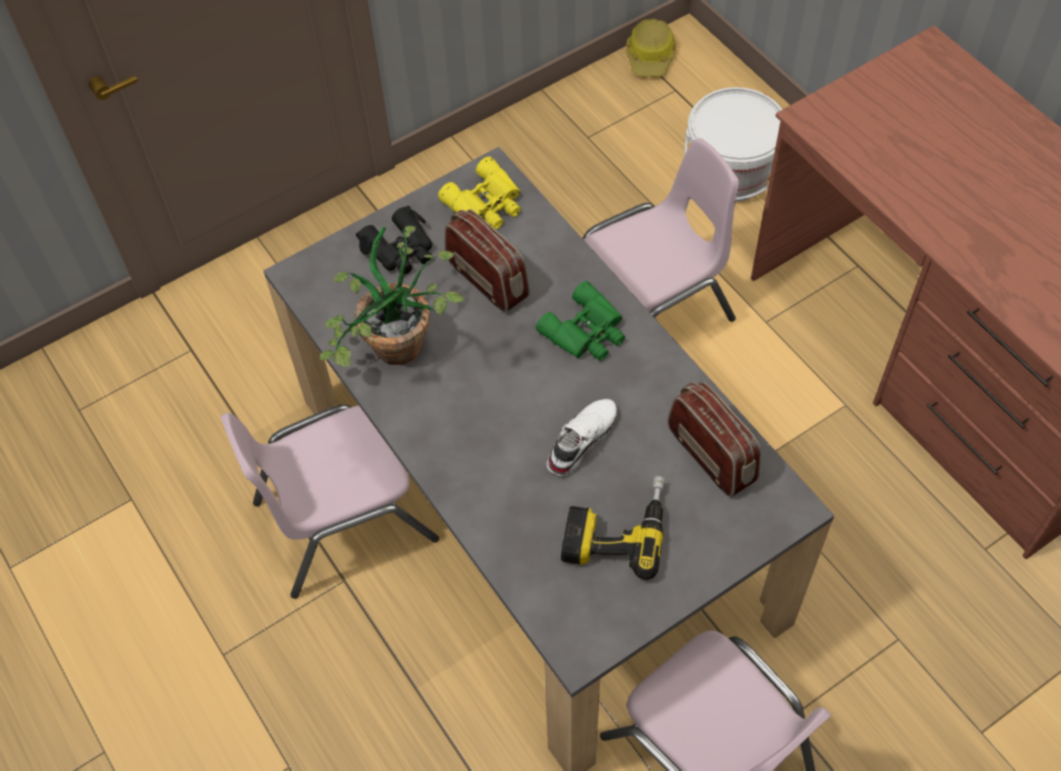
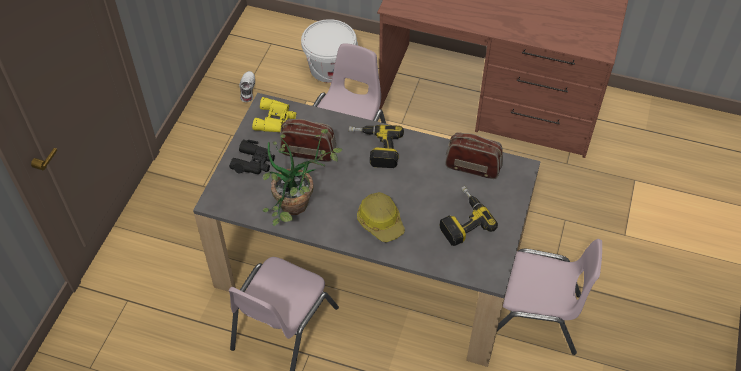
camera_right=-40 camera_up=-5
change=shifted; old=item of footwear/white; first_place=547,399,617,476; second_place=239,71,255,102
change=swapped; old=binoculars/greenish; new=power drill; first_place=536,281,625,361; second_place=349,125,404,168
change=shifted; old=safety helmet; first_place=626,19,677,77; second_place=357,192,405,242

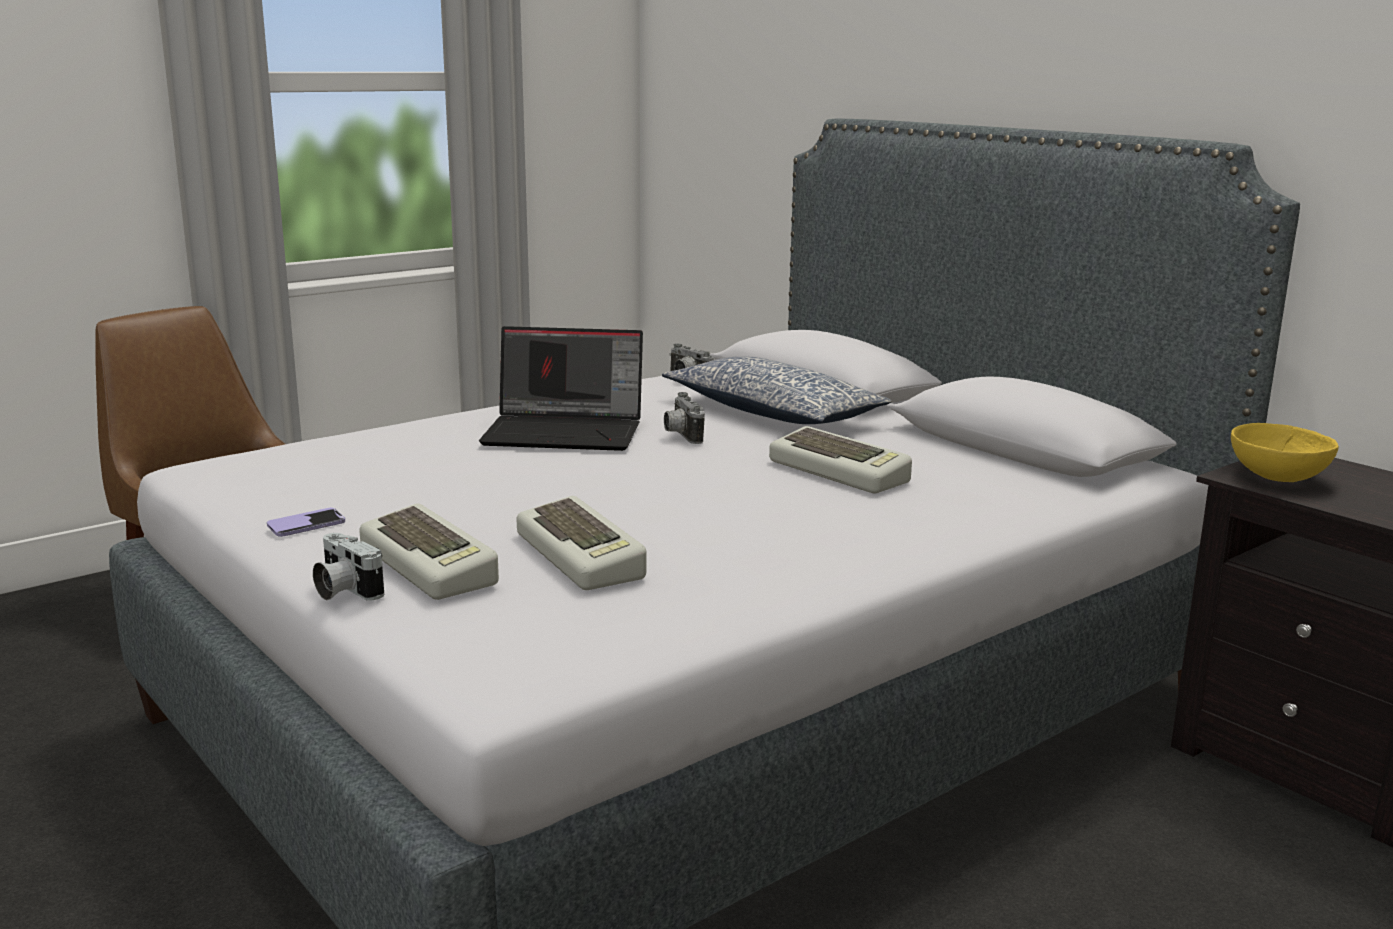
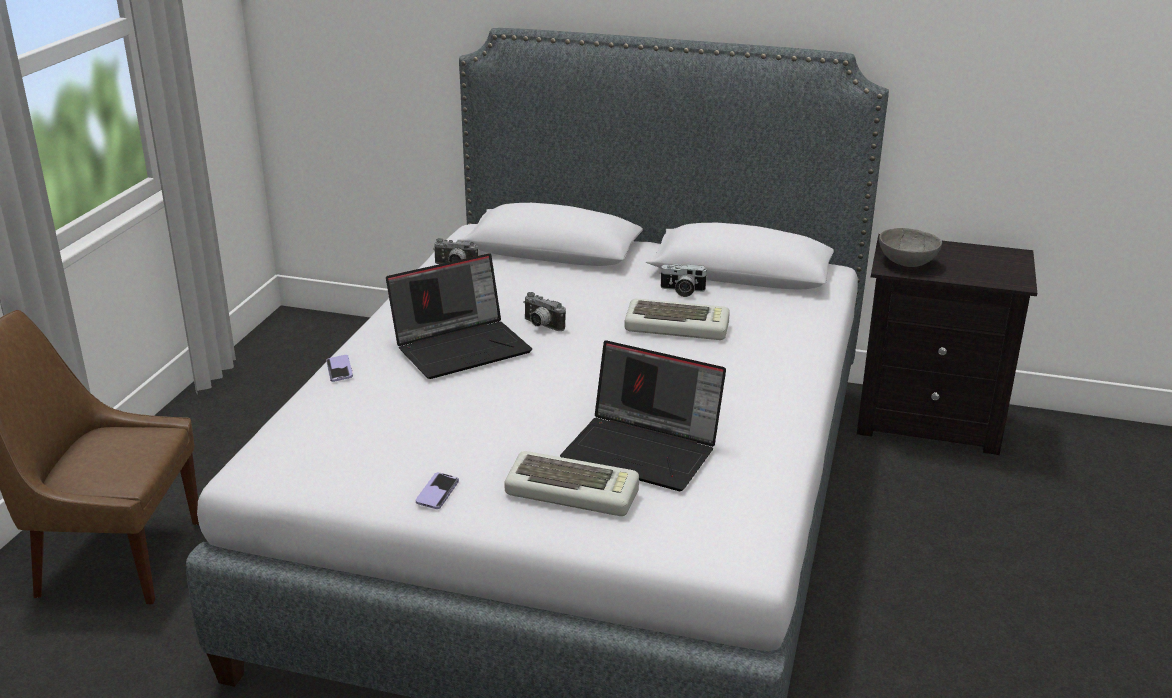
camera_right=-35 camera_up=10
change=new; new=handset; second_place=326,355,353,382
change=swapped; old=PC keyboard; new=notebook computer; first_place=516,496,646,590; second_place=560,340,726,491
change=shifted; old=still camera; first_place=313,533,384,601; second_place=659,264,707,297
change=repainted; old=bowl/yellow; new=bowl/greyish; first_place=1231,423,1339,482; second_place=879,228,942,267
change=gone; old=pillow; first_place=662,356,892,424

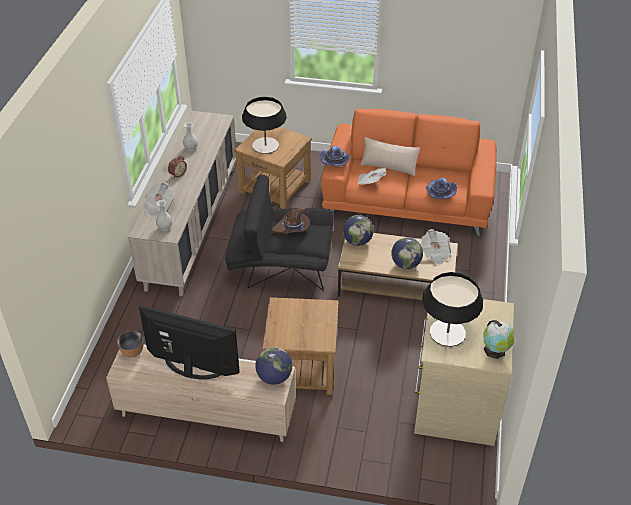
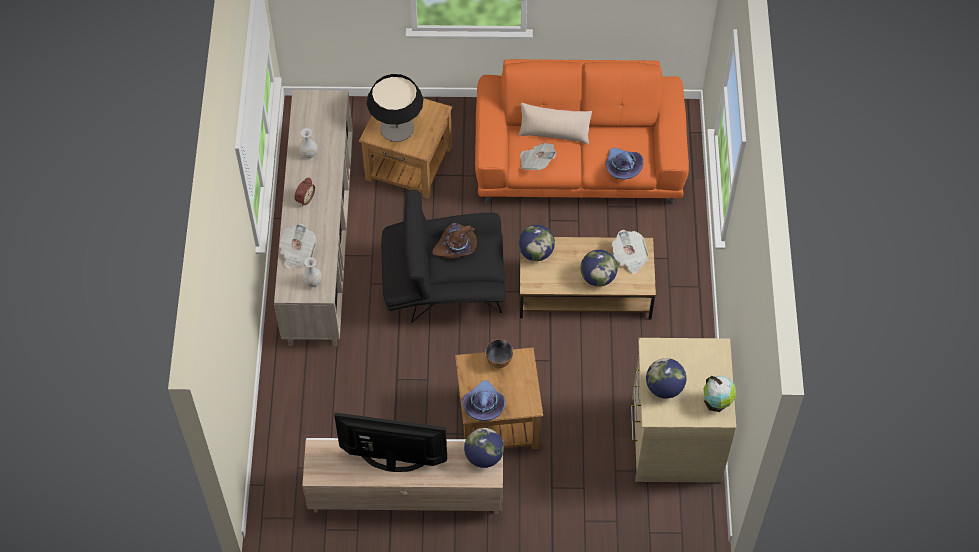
camera_right=-10 camera_up=15
change=shifted; old=hat/purplish; first_place=319,145,351,166; second_place=462,380,506,421
change=shifted; old=bowl; first_place=117,331,144,357; second_place=485,340,513,368
change=swapped; old=tabletop lamp; new=desk globe; first_place=422,272,483,347; second_place=646,358,686,399

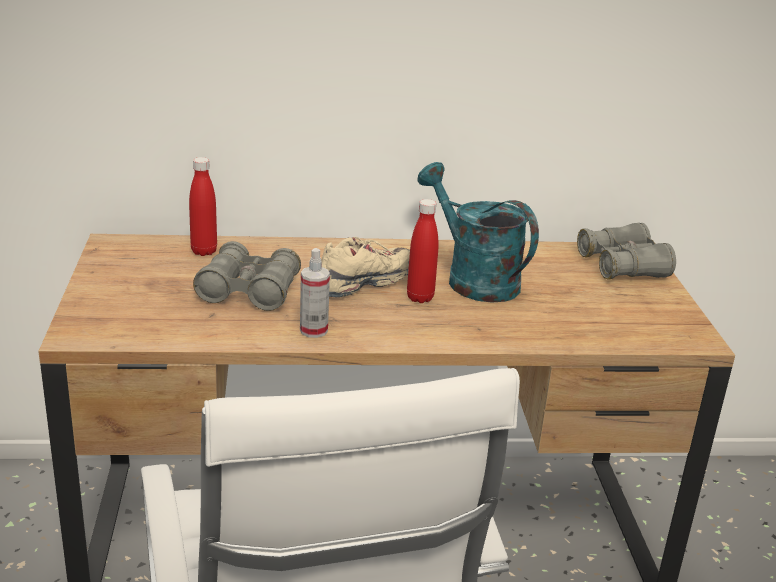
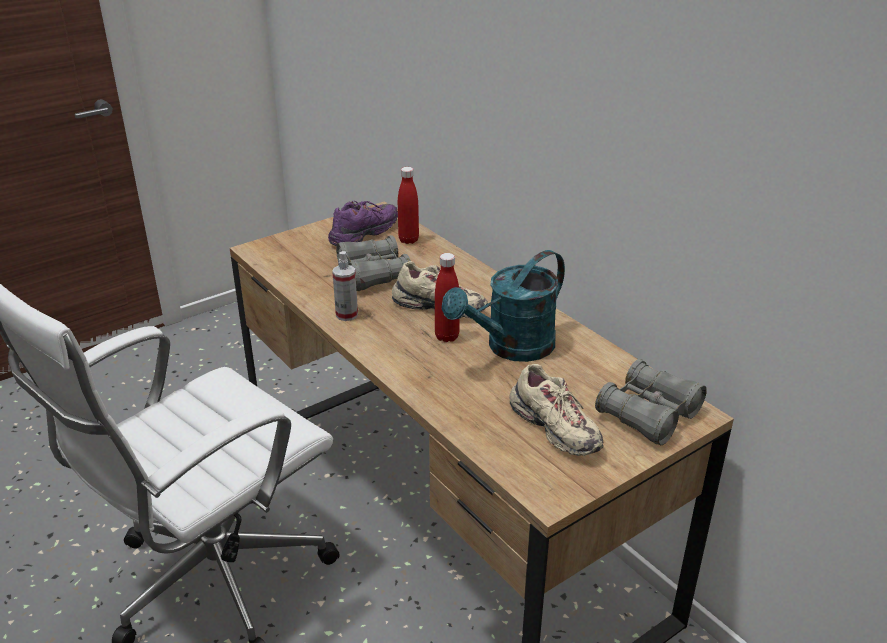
camera_right=60 camera_up=5
change=new; new=item of footwear/purplish; second_place=328,201,398,246
change=rotated; old=watering pot/blue-green; first_place=417,162,539,303; second_place=442,250,565,362; degrees=-150
change=new; new=item of footwear/beige; second_place=509,364,604,456

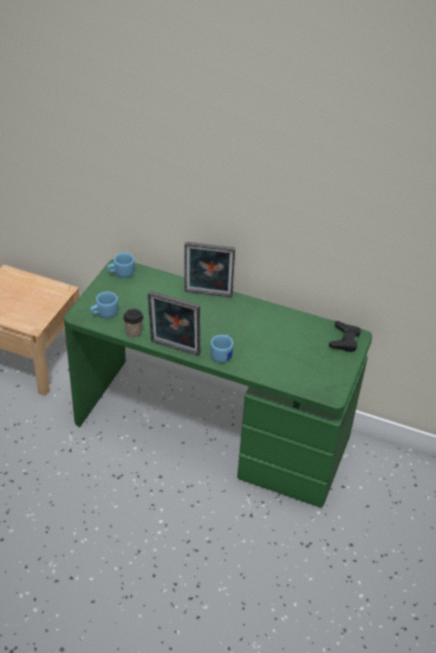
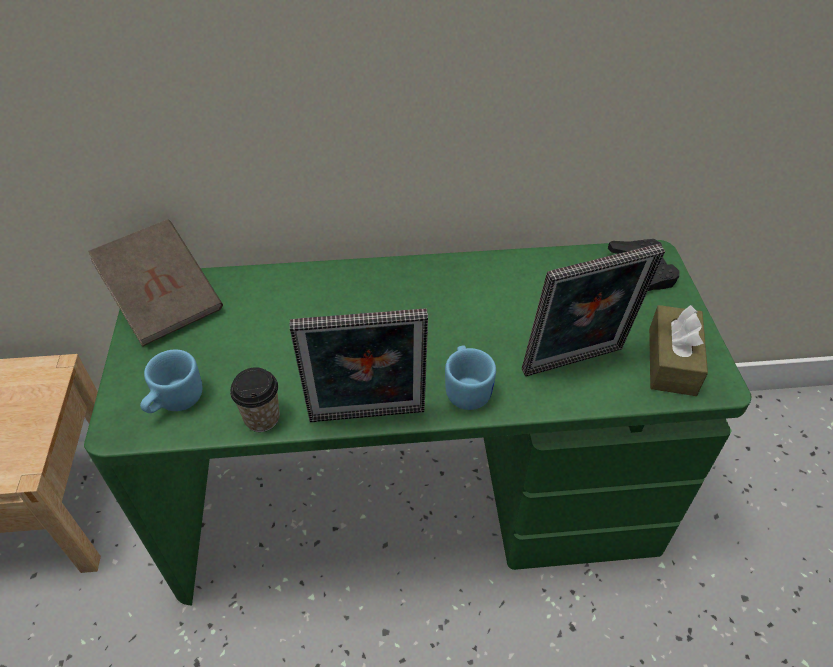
camera_right=-25 camera_up=5
change=swapped; old=tea mug/bluish; new=book/brownish; first_place=107,253,135,278; second_place=88,219,223,347
change=shifted; old=picture frame; first_place=184,242,235,298; second_place=522,244,665,376
change=new; new=box of tissues/brownish; second_place=649,305,708,396

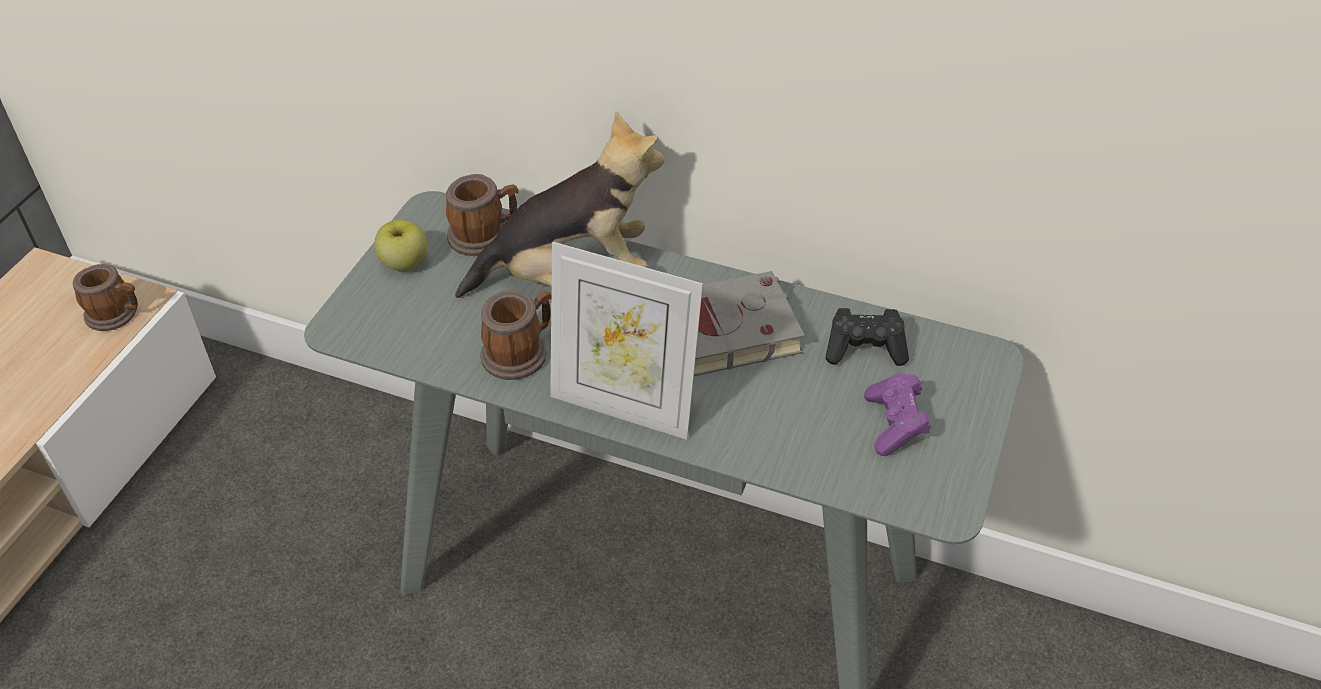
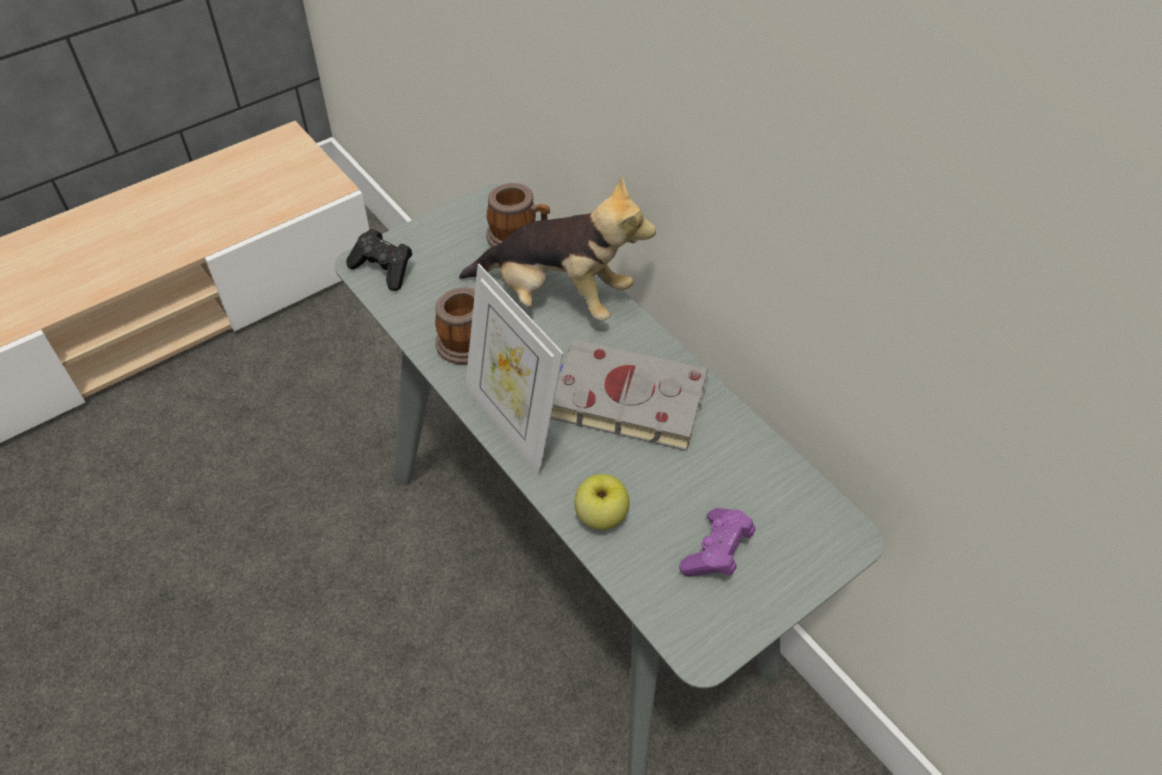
camera_right=30 camera_up=5
change=shifted; old=game controller/black; first_place=825,308,909,366; second_place=346,229,412,291
change=shifted; old=apple; first_place=374,220,427,271; second_place=574,474,630,530
change=gone; old=tea mug; first_place=73,264,138,331

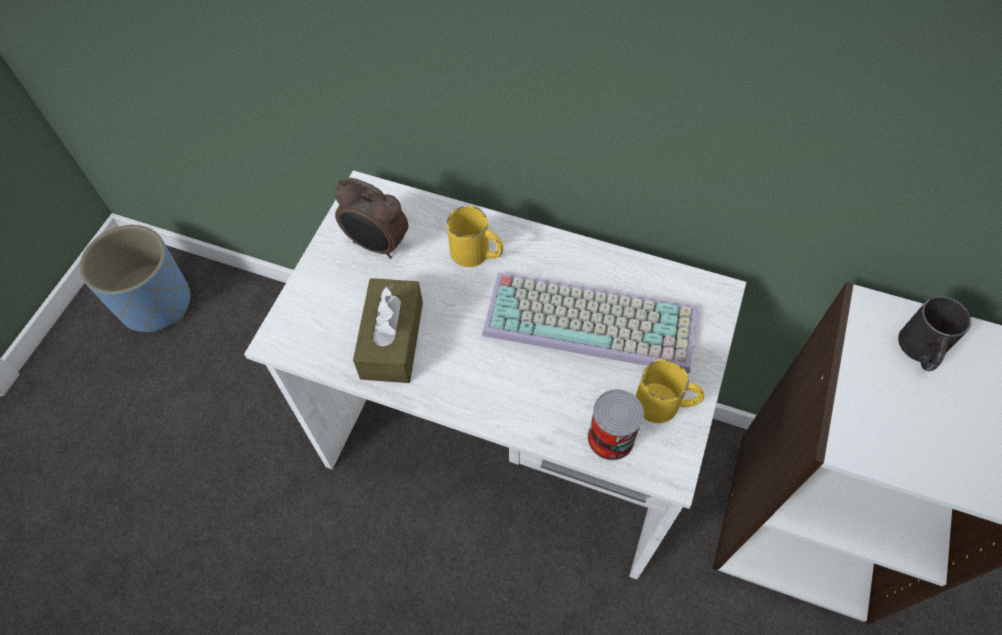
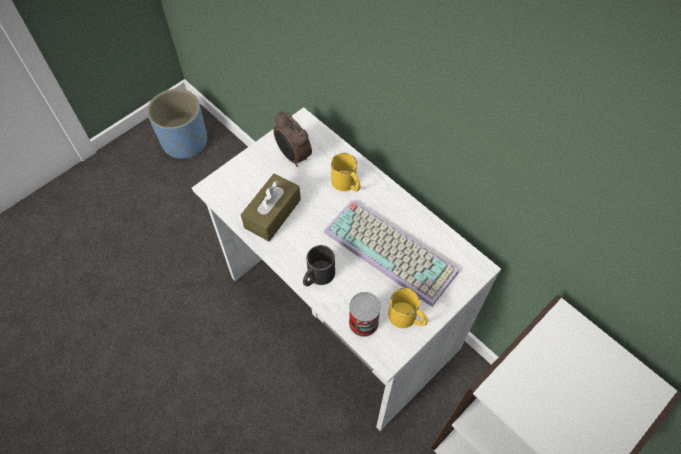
camera_right=25 camera_up=0
change=shifted; old=tea mug/black; first_place=898,296,971,371; second_place=303,245,335,286

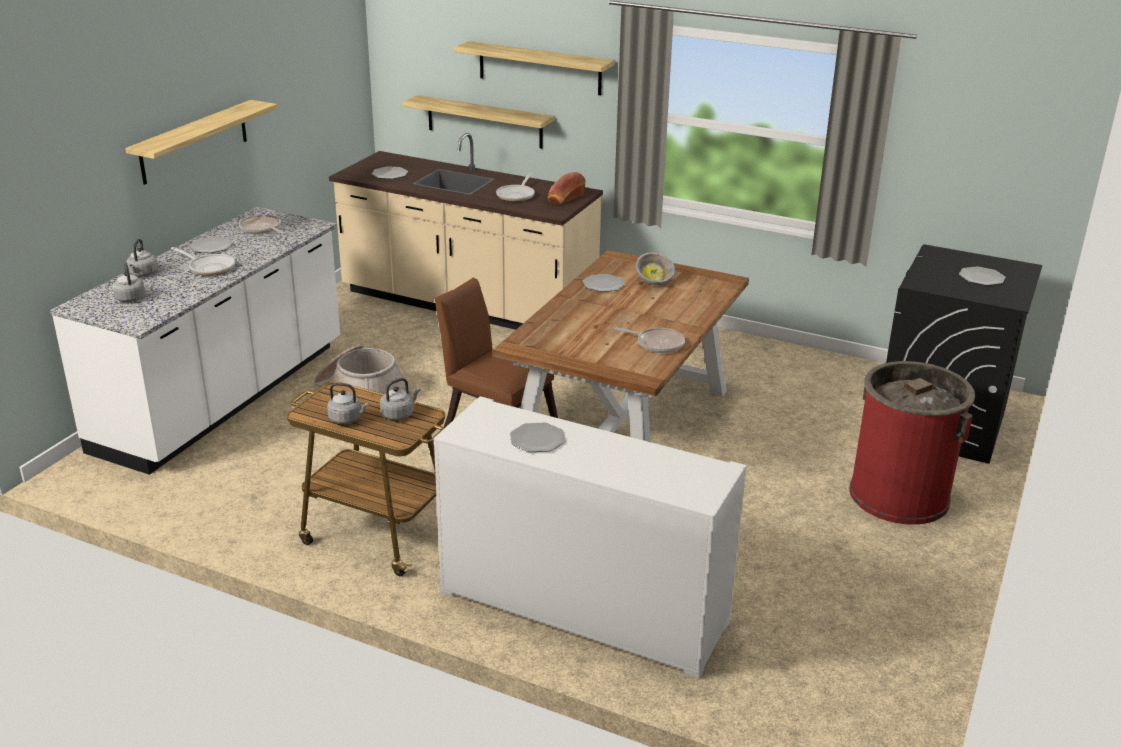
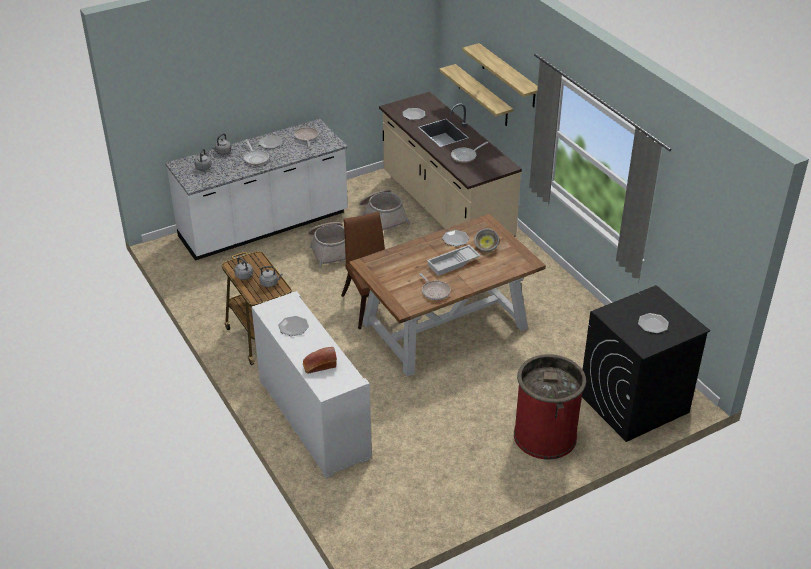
camera_right=35 camera_up=10
change=shifted; old=bread; first_place=548,172,586,205; second_place=303,347,337,374
change=new; new=household basket; second_place=359,189,410,230
change=new; new=tray/white; second_place=427,245,481,276
change=gone; old=shelf; first_place=125,100,277,185

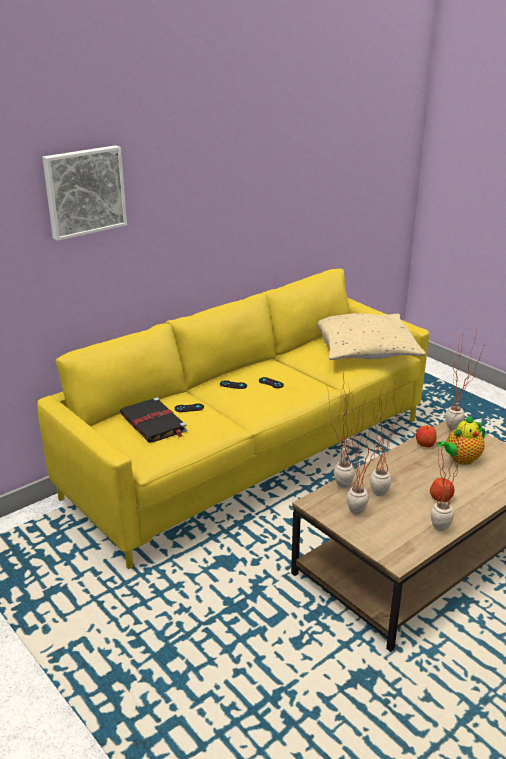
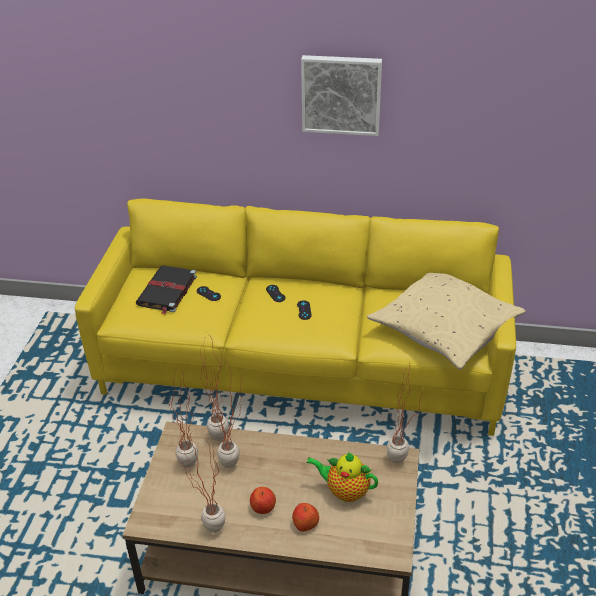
camera_right=50 camera_up=10
change=shifted; old=apple; first_place=416,426,437,447; second_place=292,503,319,532
change=shifted; old=wall picture; first_place=42,145,127,241; second_place=301,55,382,136

